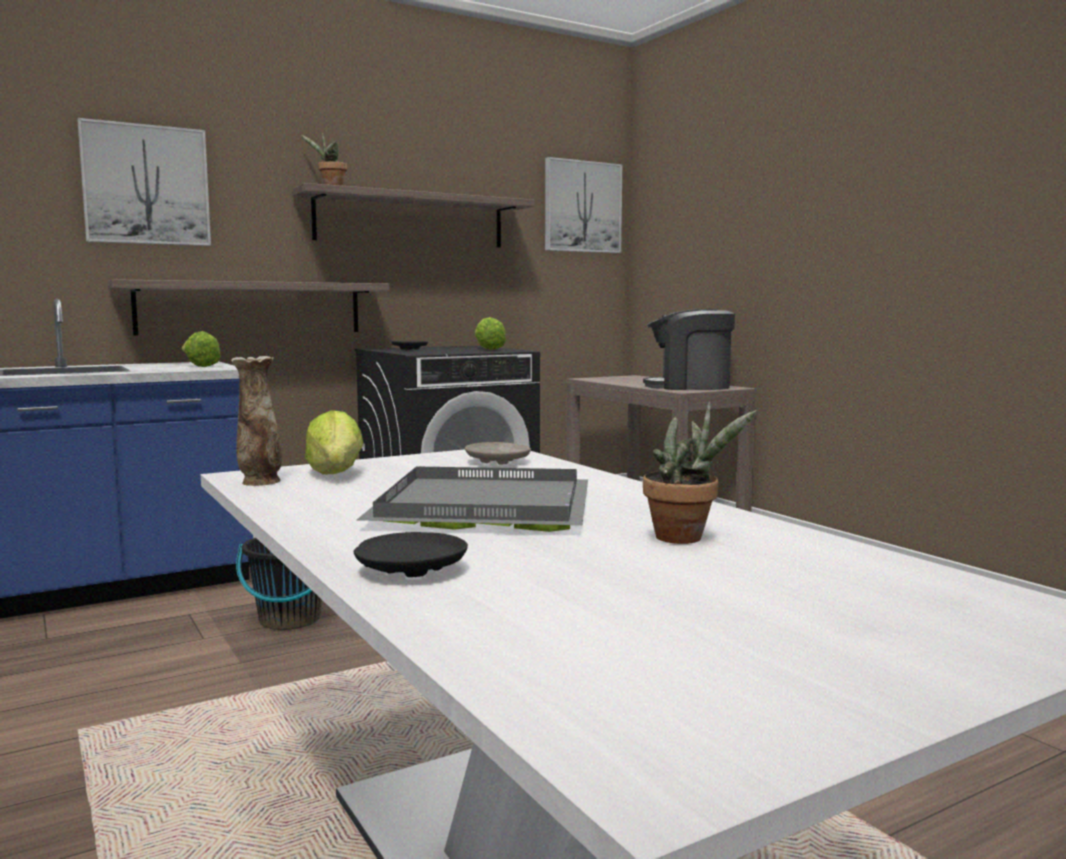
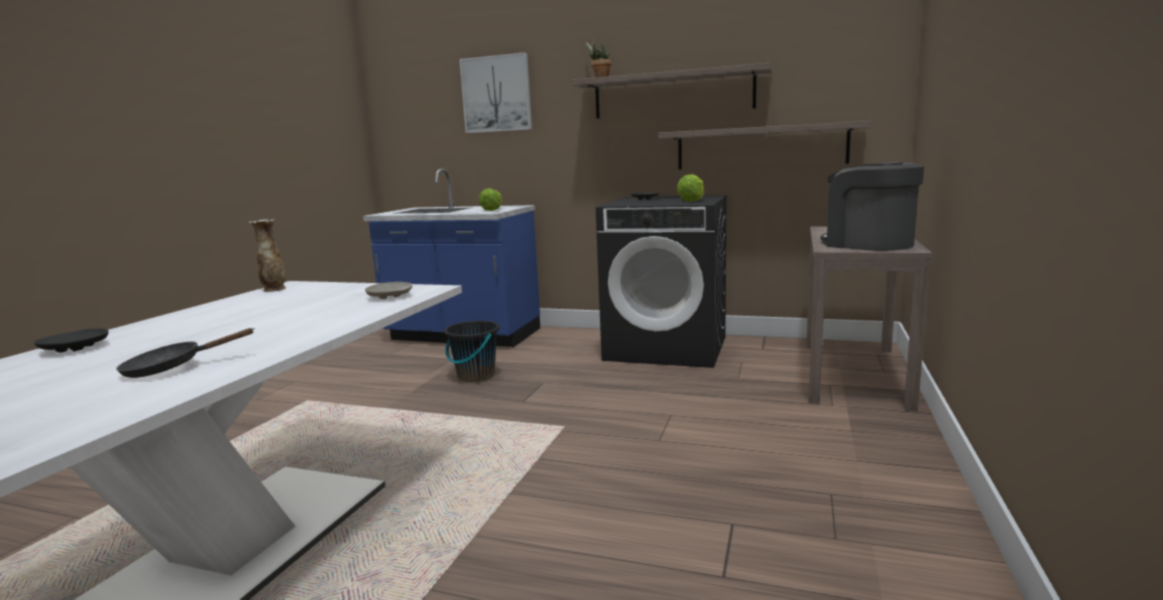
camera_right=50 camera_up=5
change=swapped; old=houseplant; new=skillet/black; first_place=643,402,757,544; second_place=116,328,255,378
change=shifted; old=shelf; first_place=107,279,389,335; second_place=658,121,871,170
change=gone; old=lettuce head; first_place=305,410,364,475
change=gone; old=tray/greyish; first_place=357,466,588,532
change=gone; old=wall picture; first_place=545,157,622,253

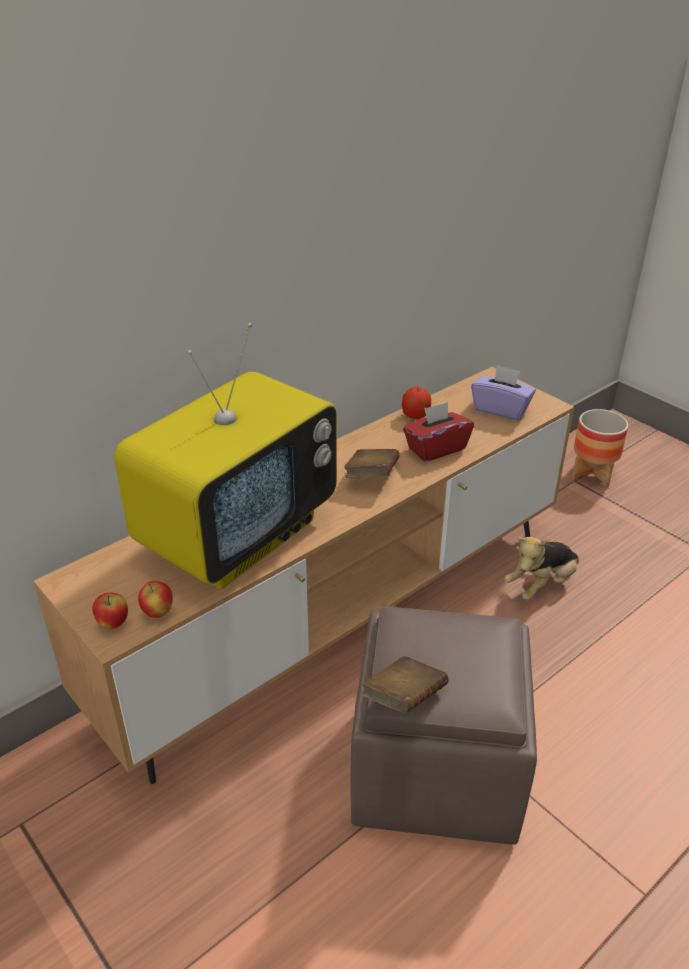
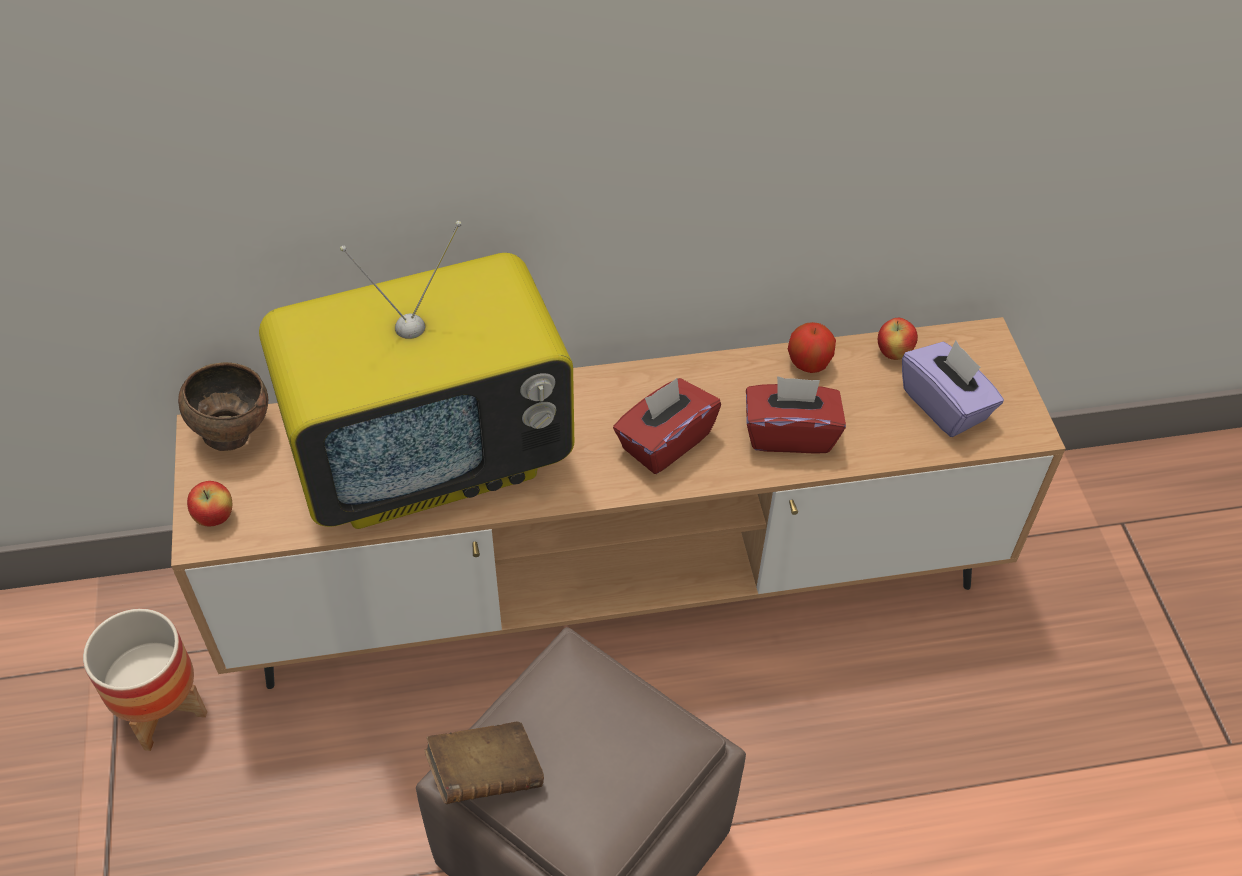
camera_right=30 camera_up=15
change=shifted; old=plant pot; first_place=572,409,628,489; second_place=83,609,207,751
change=new; new=bowl/brownish; second_place=178,362,268,451
change=swapped; old=book/brownish; new=box of tissues/red; first_place=344,449,400,478; second_place=613,378,721,474
change=shifted; old=apple; first_place=138,581,173,618; second_place=878,318,918,360
change=gone; old=plush toy; first_place=504,537,579,600

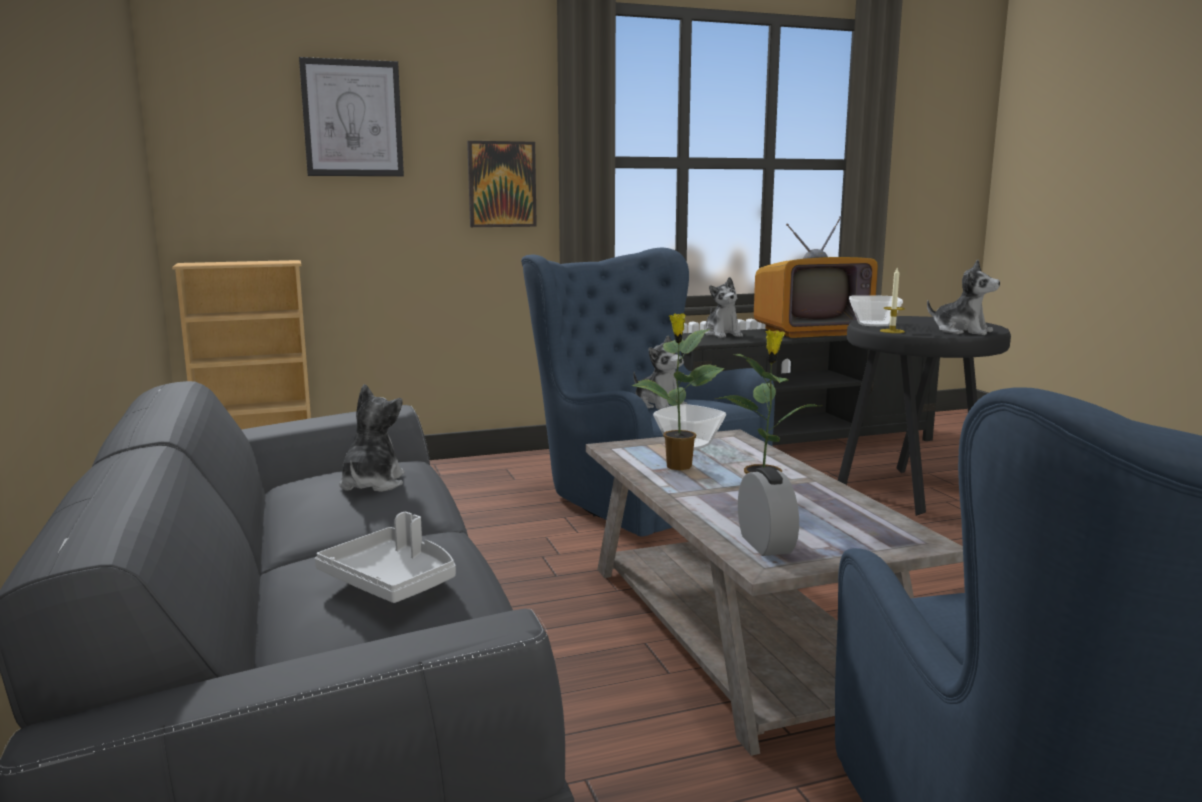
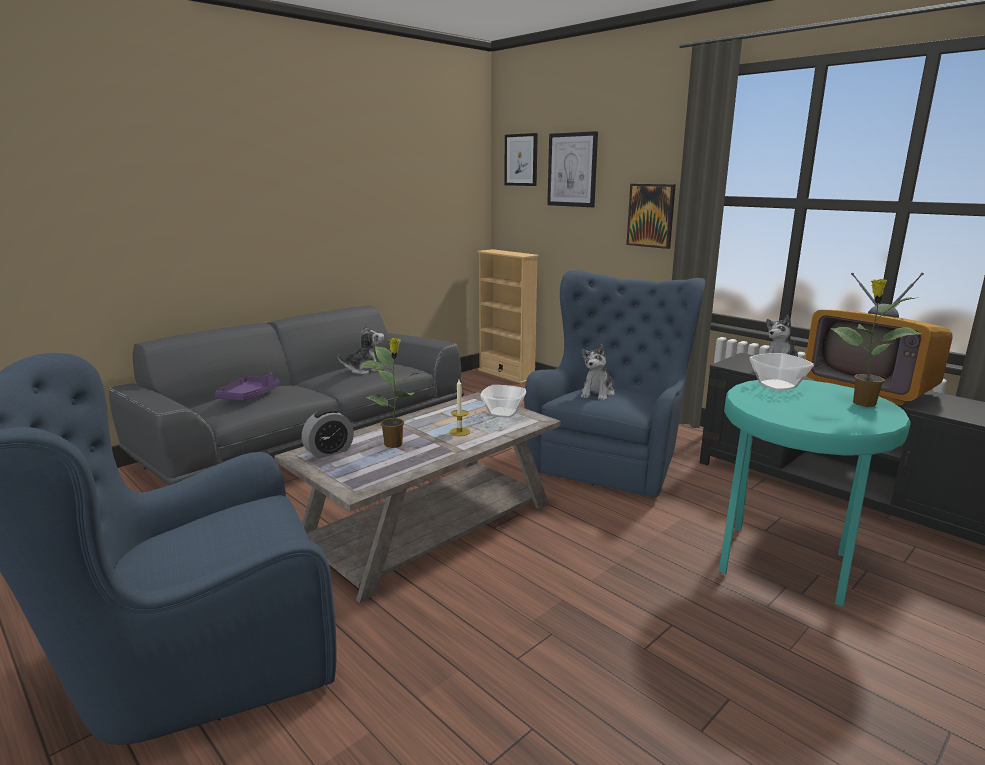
camera_right=65 camera_up=5
change=repainted; old=tray/greyish; new=tray/purplish; first_place=315,512,456,603; second_place=215,373,280,401
change=shifted; old=wax light; first_place=880,268,905,333; second_place=449,380,470,436
change=new; new=wall picture; second_place=504,133,538,186
change=repainted; old=sitting stool/black; new=sitting stool/blue-green; first_place=838,316,1011,516; second_place=719,380,911,606
change=shifted; old=houseplant; first_place=632,314,725,470; second_place=830,279,921,407
change=gone; old=plush toy; first_place=927,260,1000,335

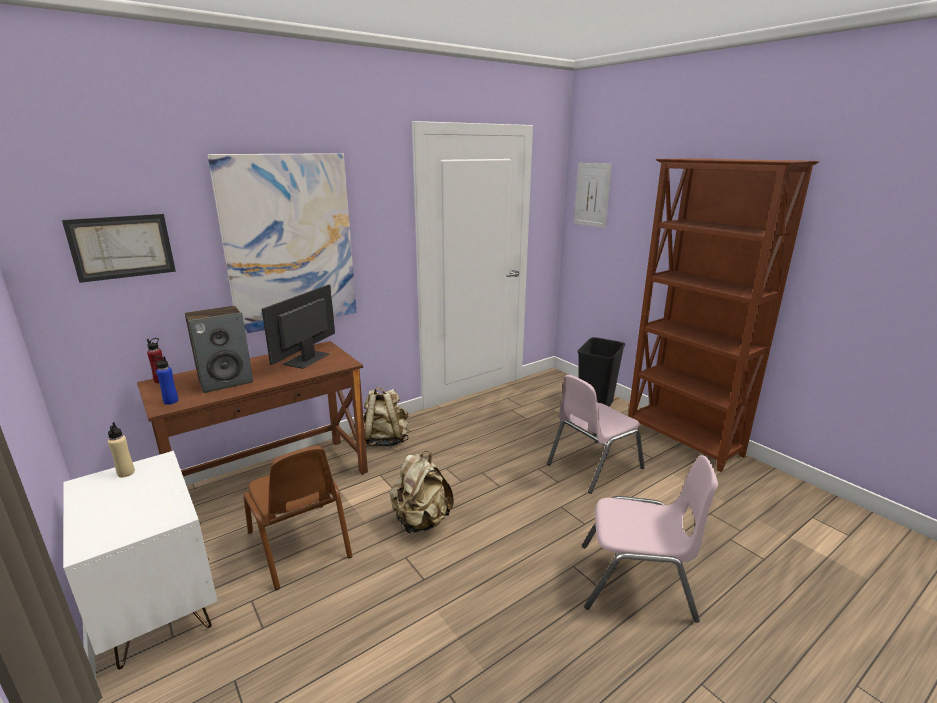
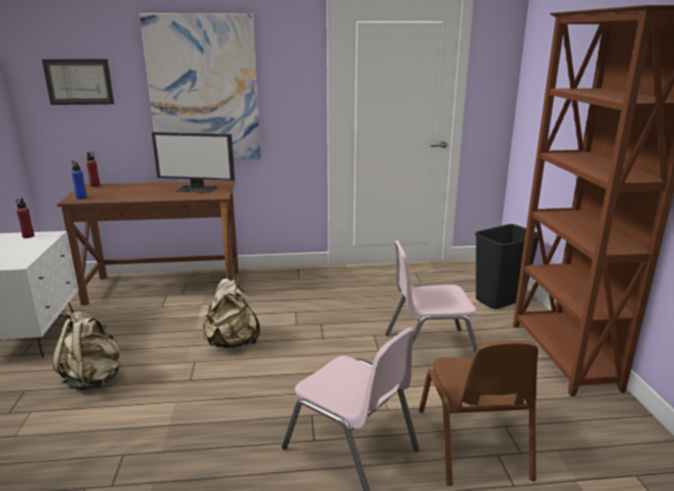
camera_right=30 camera_up=0
change=repainted; old=bottle/beige; new=bottle/red; first_place=108,422,135,477; second_place=16,198,34,238
change=shifted; old=backpack/beige; first_place=363,387,409,447; second_place=52,311,121,391
change=rotated; old=monitor; first_place=262,285,335,369; second_place=152,132,235,193; degrees=-135
change=shifted; old=plain chair/brownish; first_place=243,446,352,590; second_place=419,340,538,486
change=gone; old=loudspeaker; first_place=185,306,253,393
change=gone; old=wall picture; first_place=574,163,612,228

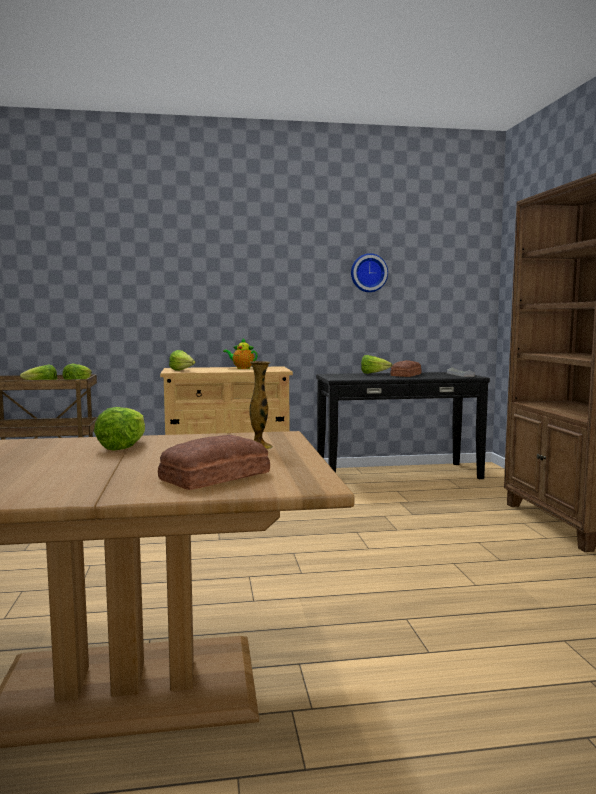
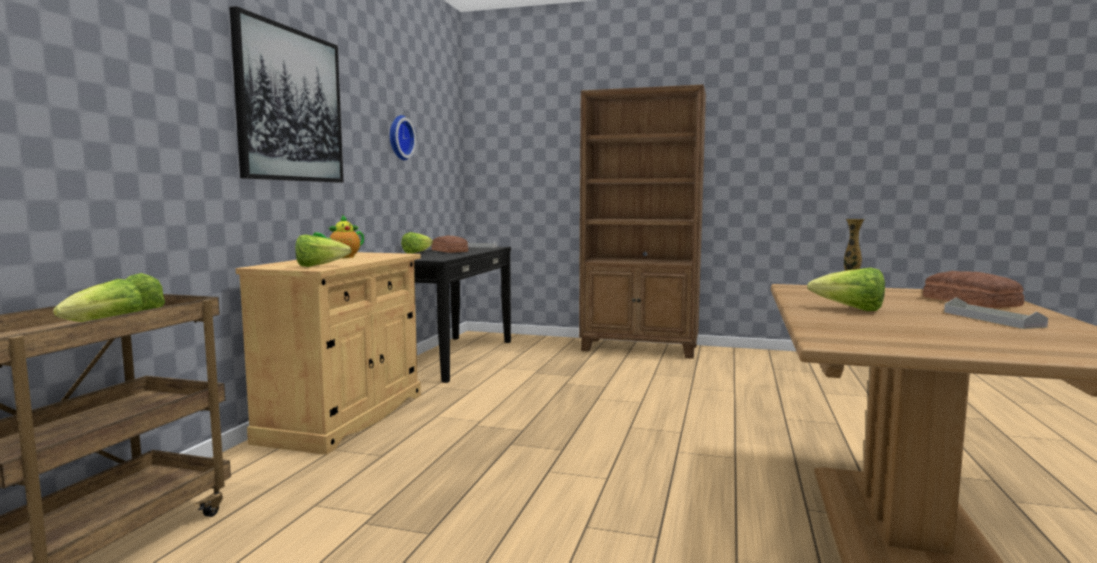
camera_right=-65 camera_up=0
change=new; new=wall picture; second_place=229,6,343,182
change=new; new=tray/greyish; second_place=944,297,1048,329

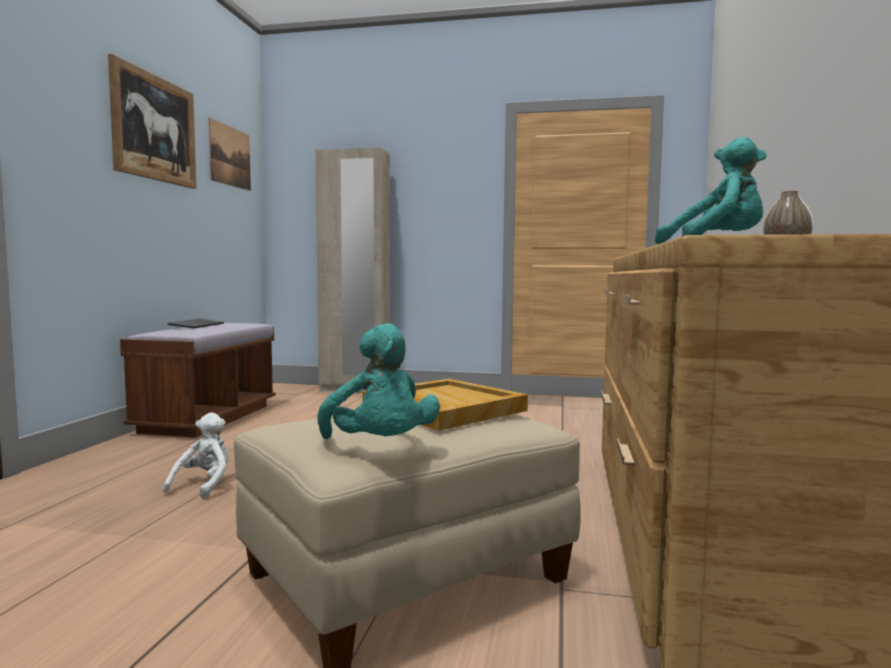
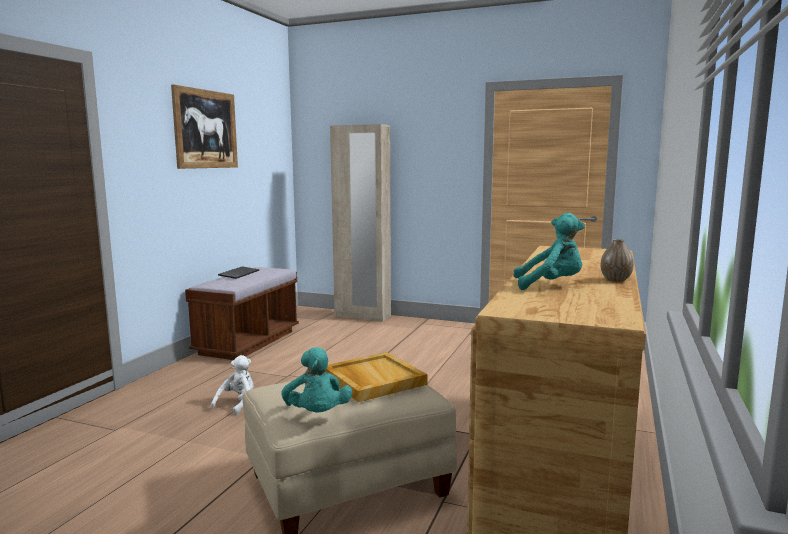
camera_right=10 camera_up=5
change=gone; old=wall picture; first_place=209,118,251,191

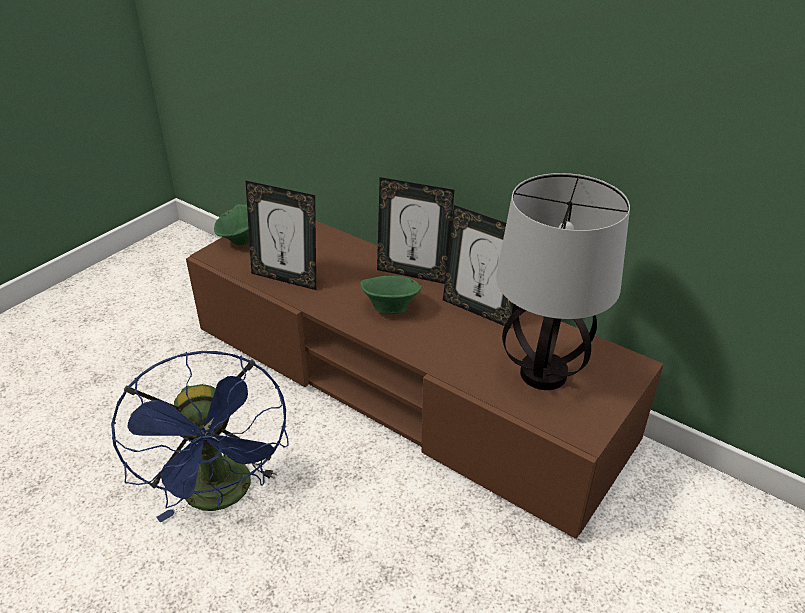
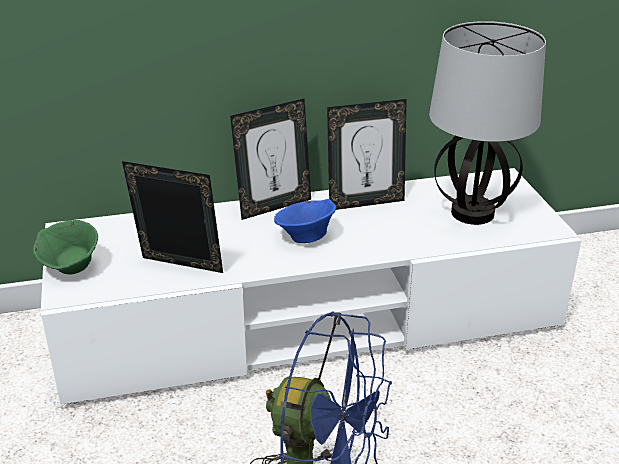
camera_right=-50 camera_up=-5
change=repainted; old=tv unit/brownish; new=tv unit/white; first_place=186,221,663,539; second_place=41,168,581,404
change=rotated; old=picture frame; first_place=246,181,316,290; second_place=122,161,223,273; degrees=-135
change=repainted; old=bowl/greenish; new=bowl/bluish; first_place=360,276,422,314; second_place=274,199,336,243

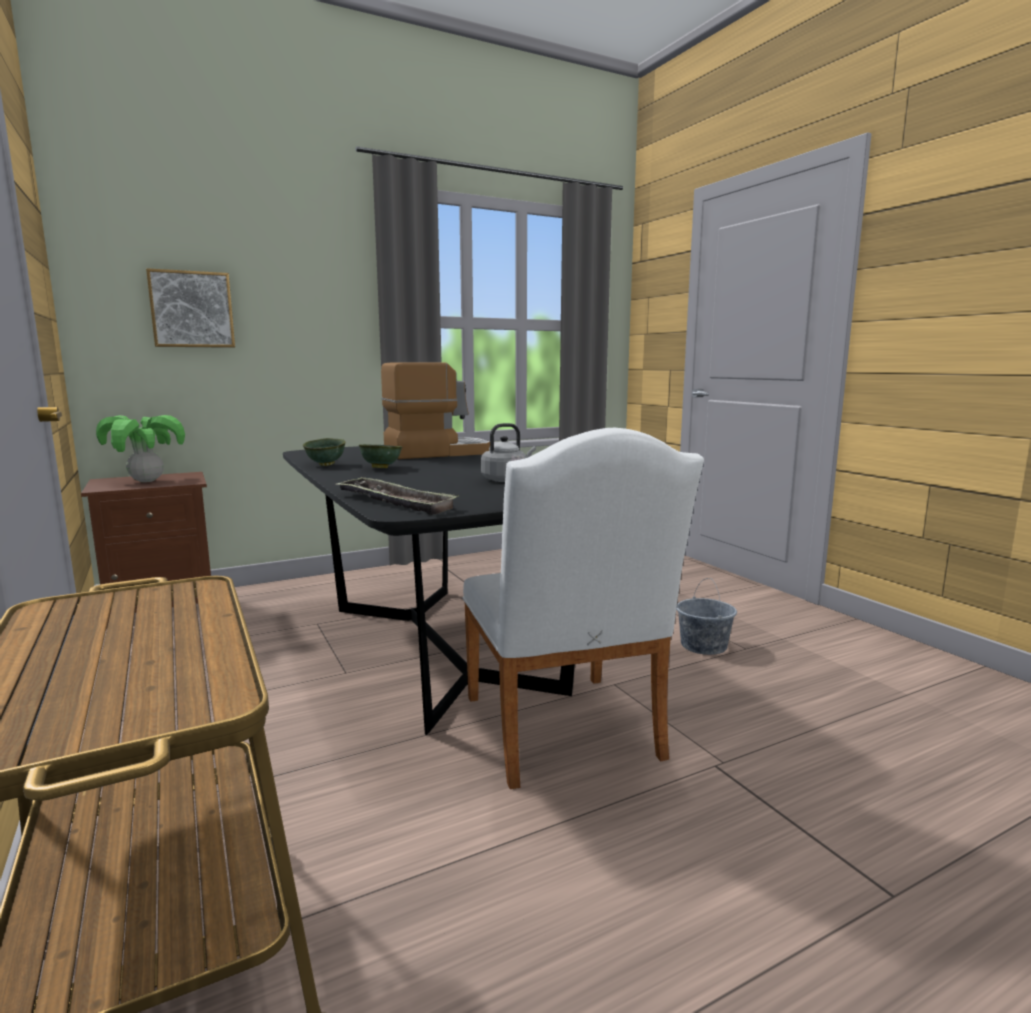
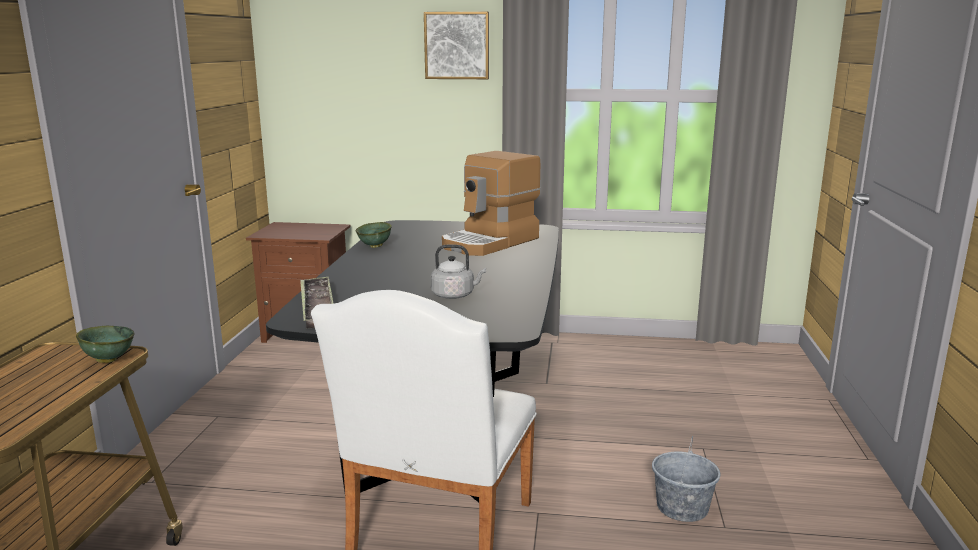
camera_right=35 camera_up=5
change=shifted; old=bowl/greenish; first_place=359,444,402,468; second_place=76,326,135,363
change=shifted; old=wall picture; first_place=146,268,235,348; second_place=424,12,489,79
change=rotated; old=coffee maker; first_place=381,363,490,459; second_place=442,151,540,256; degrees=120
change=gone; old=houseplant; first_place=96,415,185,482

